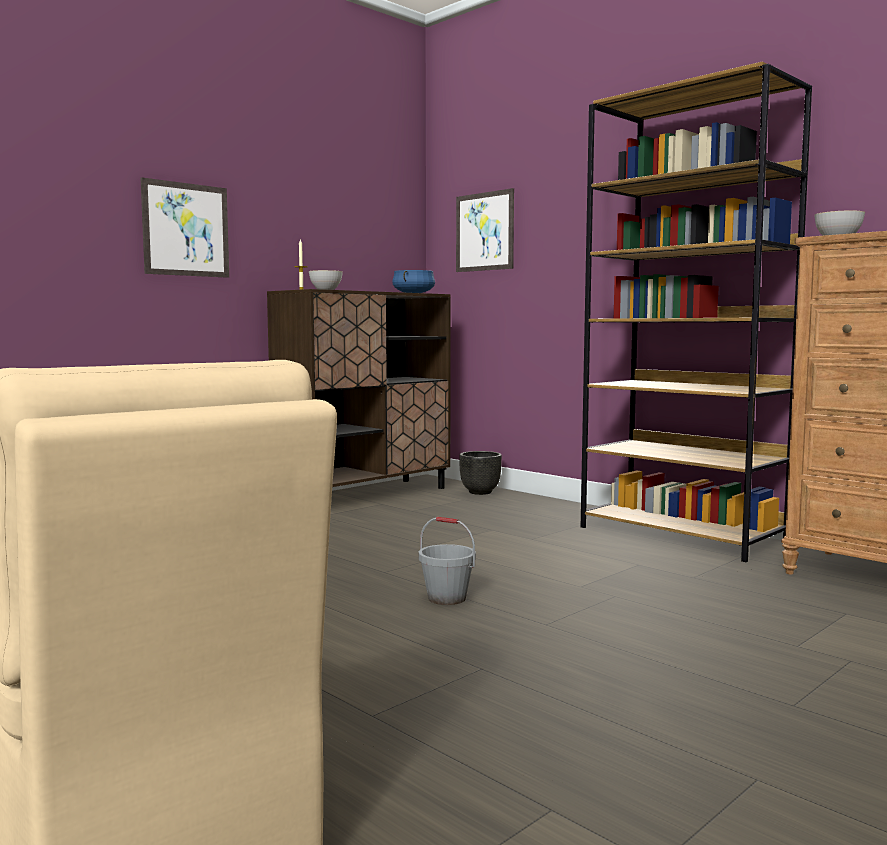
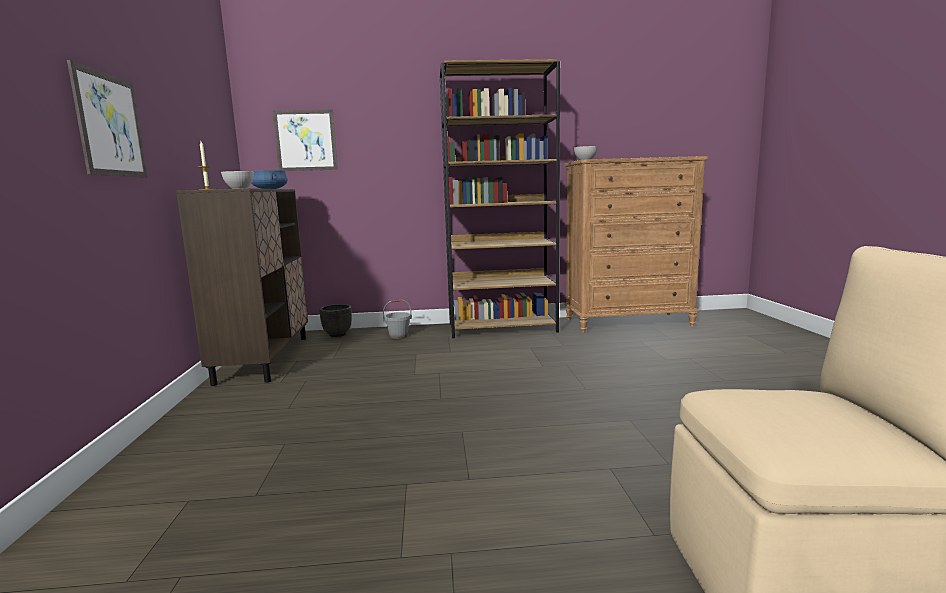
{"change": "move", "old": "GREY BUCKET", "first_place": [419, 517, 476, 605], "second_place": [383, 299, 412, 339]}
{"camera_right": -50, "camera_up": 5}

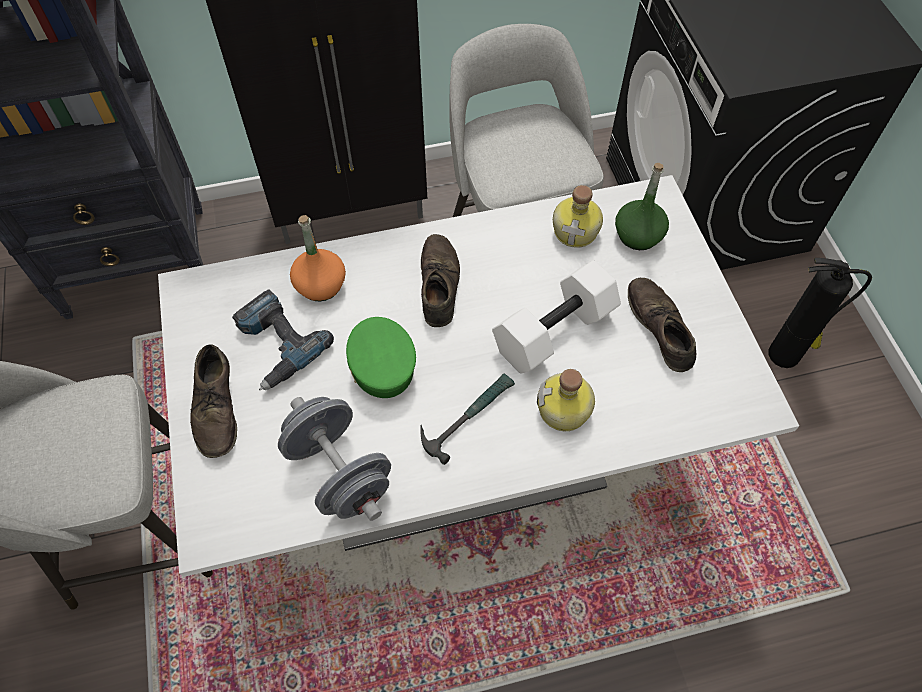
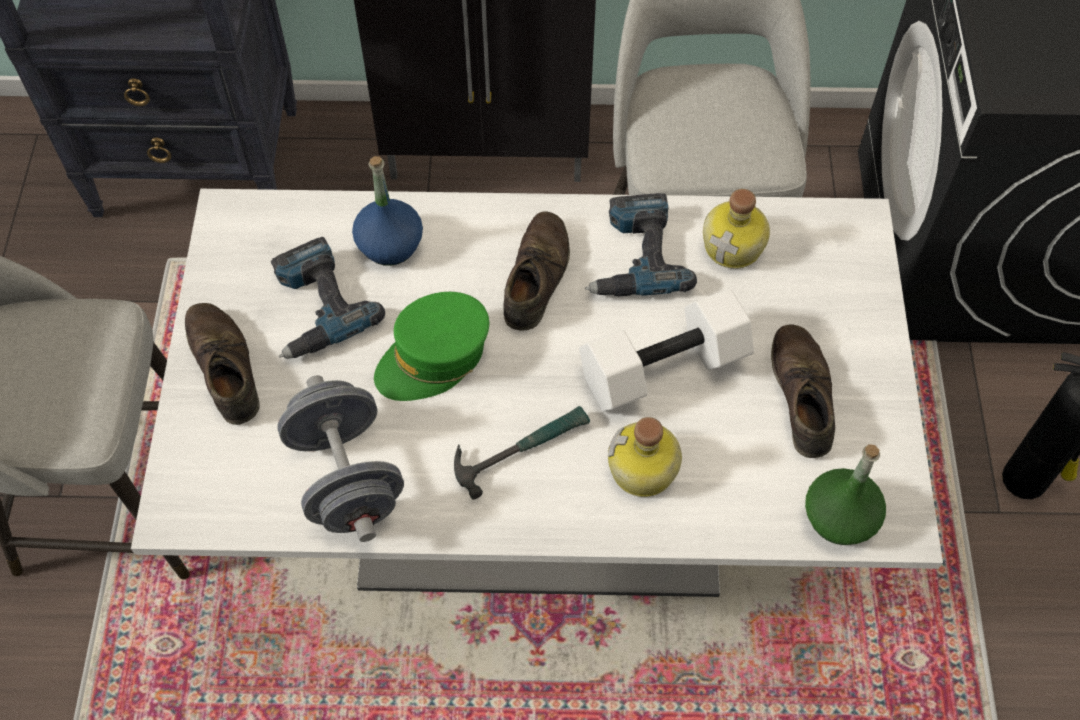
{"change": "move", "old": "GREEN BOTTLE", "first_place": [615, 163, 669, 250], "second_place": [805, 444, 886, 545]}
{"change": "recolor", "old": "ORANGE BOTTLE", "new": "BLUE BOTTLE", "first_place": [290, 215, 346, 301], "second_place": [352, 156, 423, 266]}
{"change": "rotate", "old": "GREEN CAP", "first_place": [346, 317, 416, 398], "second_place": [374, 292, 489, 401], "degrees": -120}
{"change": "rotate", "old": "BROWN SHOE", "first_place": [190, 344, 237, 458], "second_place": [185, 303, 259, 425], "degrees": 150}
{"change": "insert", "new": "POWER DRILL", "second_place": [585, 193, 697, 296]}
{"camera_right": 15, "camera_up": 0}

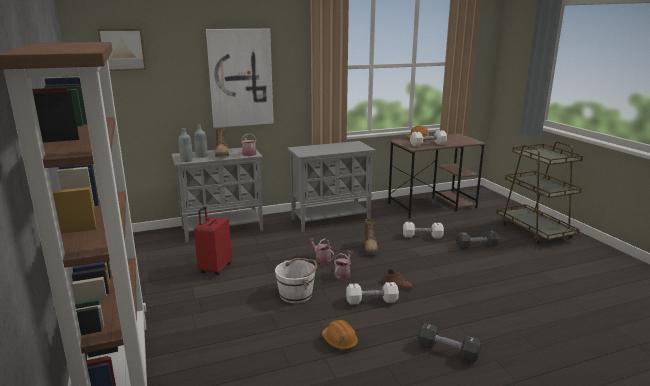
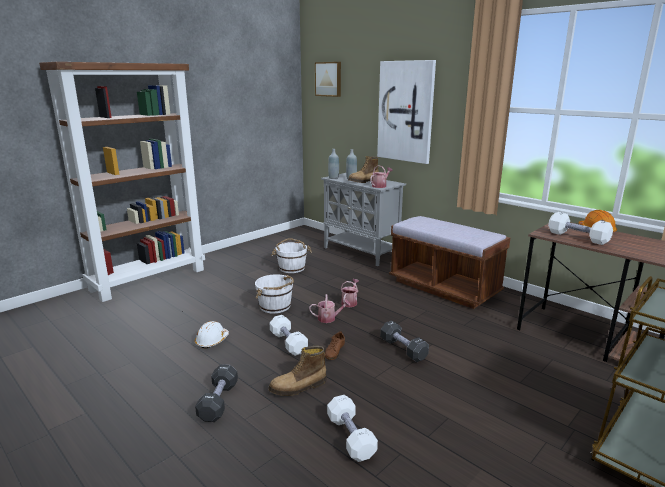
{"change": "replace", "old": "GREY CABINET", "new": "BROWN BENCH", "first_place": [287, 141, 376, 232], "second_place": [389, 216, 510, 309]}
{"change": "replace", "old": "RED SUITCASE", "new": "WHITE BUCKET", "first_place": [194, 207, 232, 275], "second_place": [271, 238, 312, 273]}
{"change": "move", "old": "BOOT", "first_place": [364, 219, 378, 255], "second_place": [268, 346, 327, 396]}
{"change": "move", "old": "WHITE DUMBBELL", "first_place": [403, 222, 444, 239], "second_place": [327, 395, 378, 462]}
{"change": "move", "old": "BLACK DUMBBELL", "first_place": [456, 230, 499, 249], "second_place": [380, 320, 429, 362]}
{"change": "recolor", "old": "ORANGE HARD HAT", "new": "WHITE HARD HAT", "first_place": [322, 320, 358, 350], "second_place": [195, 321, 229, 349]}
{"camera_right": 65, "camera_up": 0}

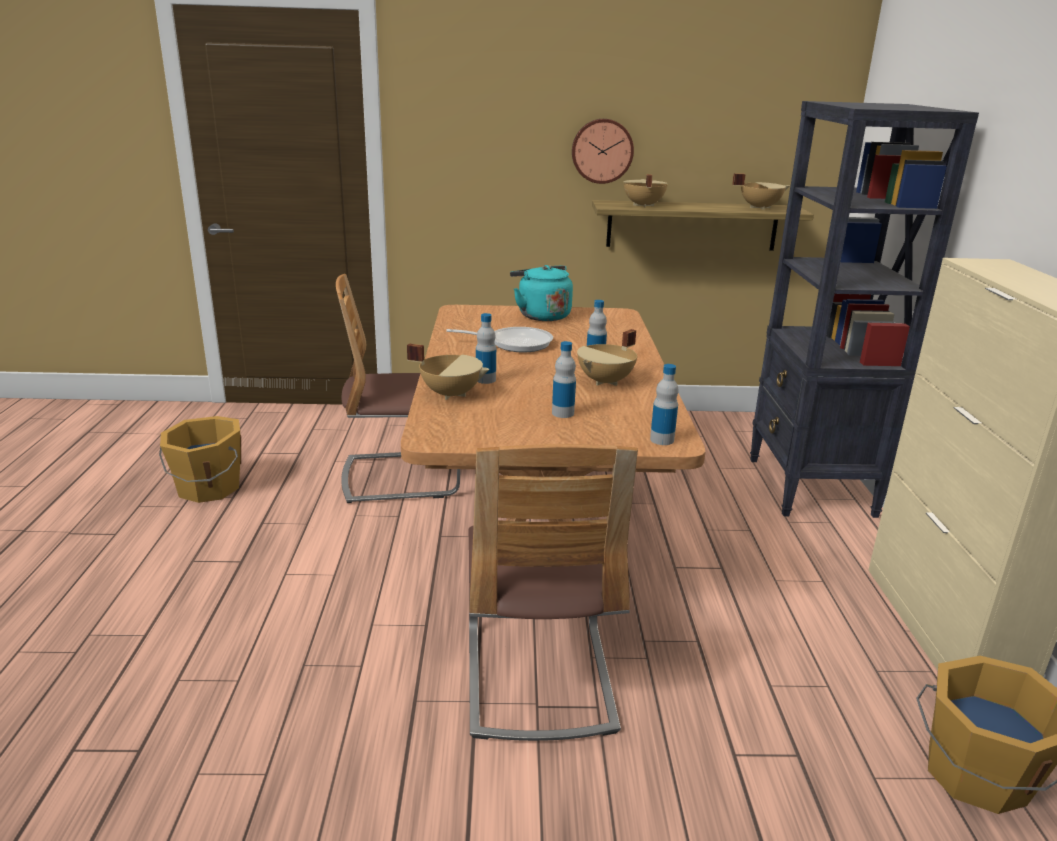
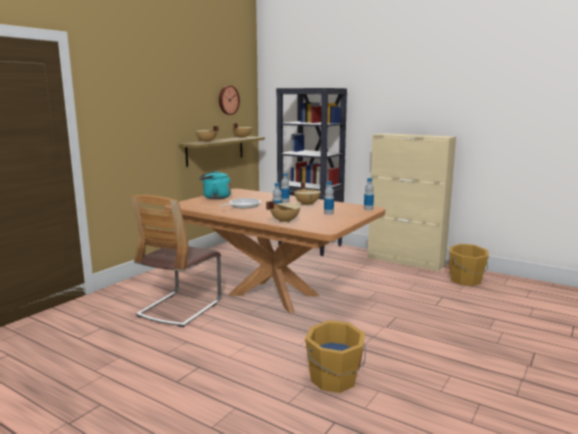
{"change": "move", "old": "WALL CLOCK", "first_place": [572, 119, 634, 184], "second_place": [219, 86, 240, 115]}
{"change": "move", "old": "ORANGE BUCKET", "first_place": [159, 416, 241, 503], "second_place": [305, 320, 366, 393]}
{"change": "delete", "old": "CHAIR", "first_place": [468, 444, 638, 741]}
{"camera_right": -55, "camera_up": -10}

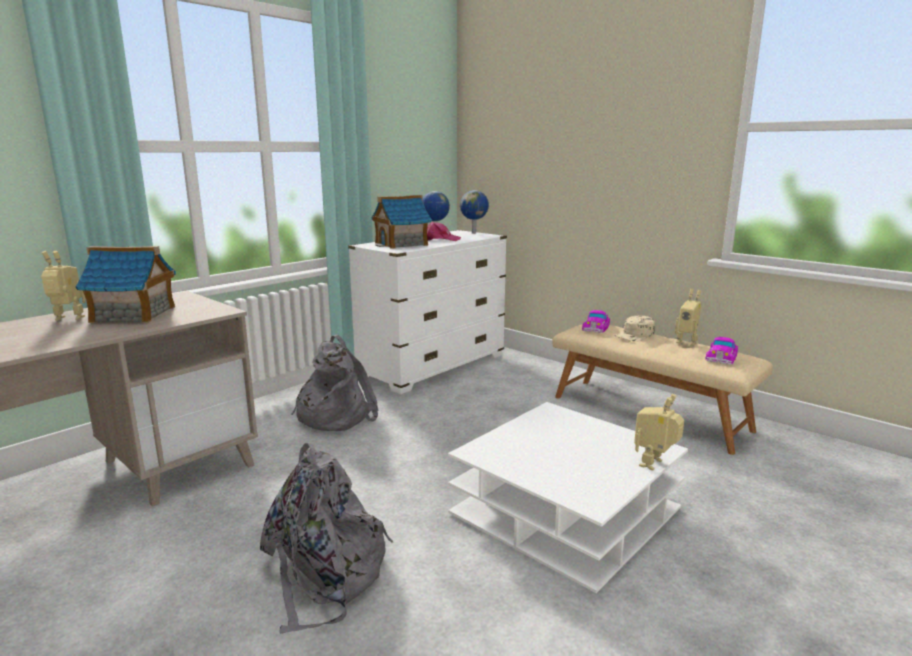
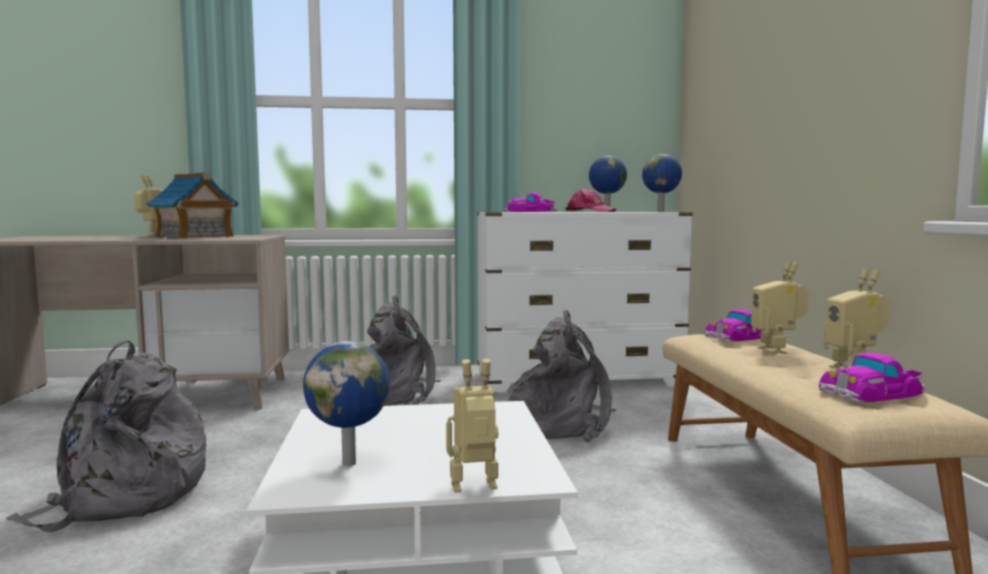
{"change": "replace", "old": "TOY HOUSE", "new": "TOY CAR", "first_place": [371, 195, 432, 249], "second_place": [505, 192, 558, 212]}
{"change": "replace", "old": "BEIGE CAP", "new": "TOY ROBOT", "first_place": [614, 316, 655, 342], "second_place": [751, 261, 809, 354]}
{"change": "insert", "new": "GREY BACKPACK", "second_place": [508, 310, 616, 442]}
{"change": "insert", "new": "GLOBE", "second_place": [303, 341, 390, 466]}
{"camera_right": 40, "camera_up": -10}

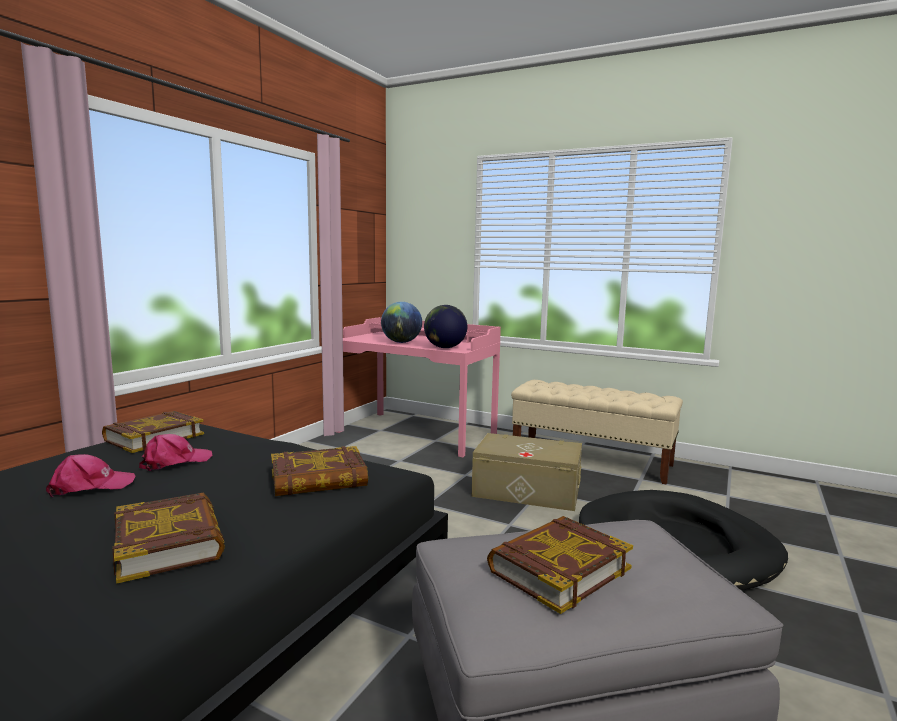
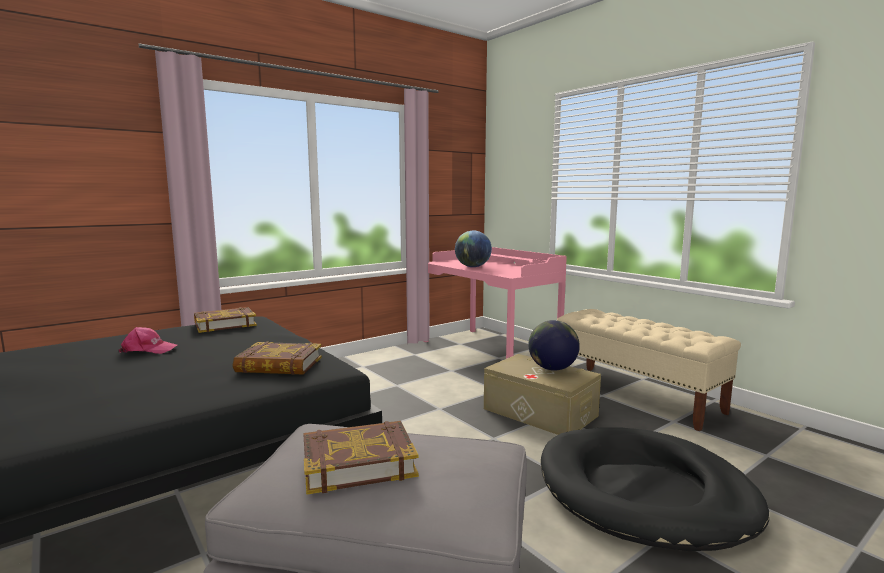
{"change": "move", "old": "GLOBE", "first_place": [424, 305, 467, 348], "second_place": [528, 320, 580, 371]}
{"change": "delete", "old": "PINK CAP", "first_place": [139, 434, 212, 471]}
{"change": "delete", "old": "BOOK", "first_place": [113, 492, 225, 584]}
{"camera_right": 25, "camera_up": 0}

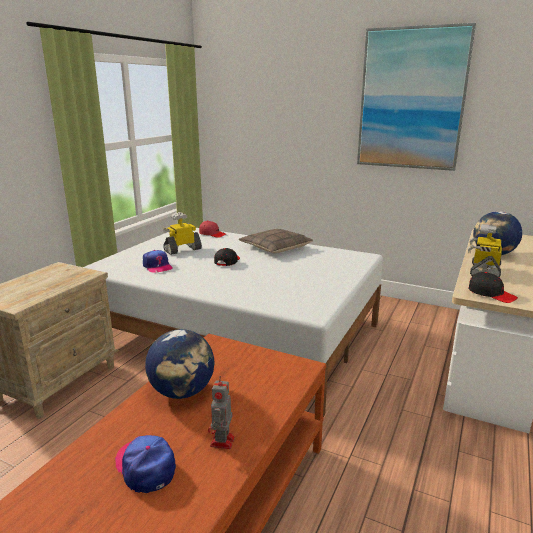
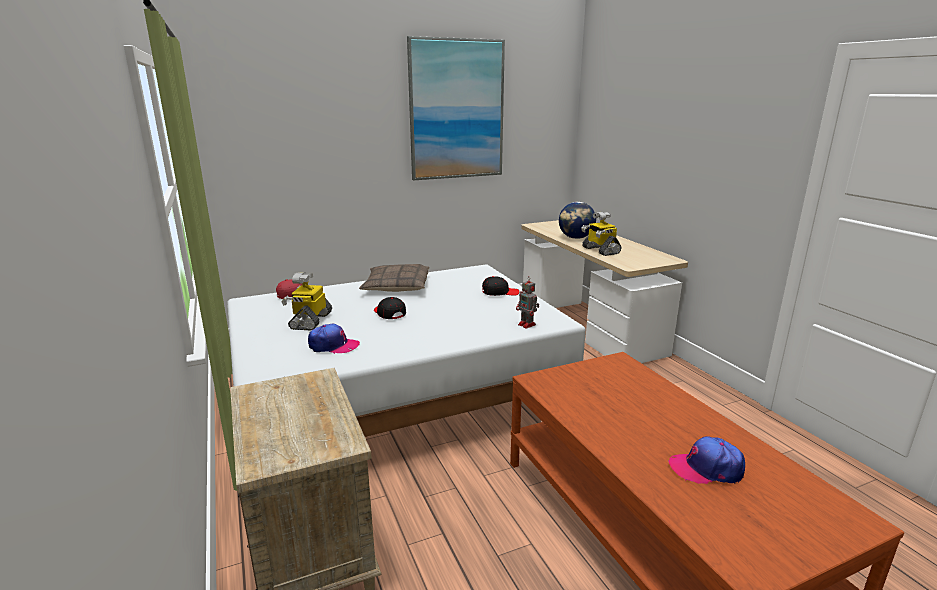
{"change": "move", "old": "BLACK CAP", "first_place": [468, 272, 518, 303], "second_place": [482, 276, 519, 296]}
{"change": "delete", "old": "GLOBE", "first_place": [145, 329, 214, 399]}
{"change": "move", "old": "TOY ROBOT", "first_place": [208, 376, 235, 449], "second_place": [516, 280, 539, 329]}
{"camera_right": -50, "camera_up": 0}

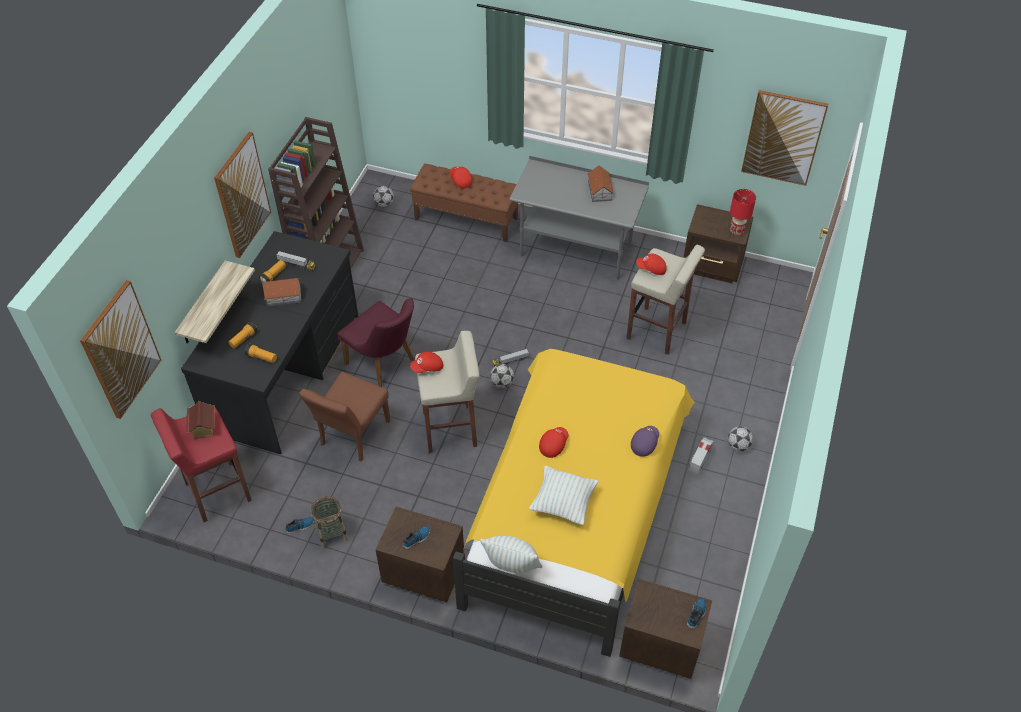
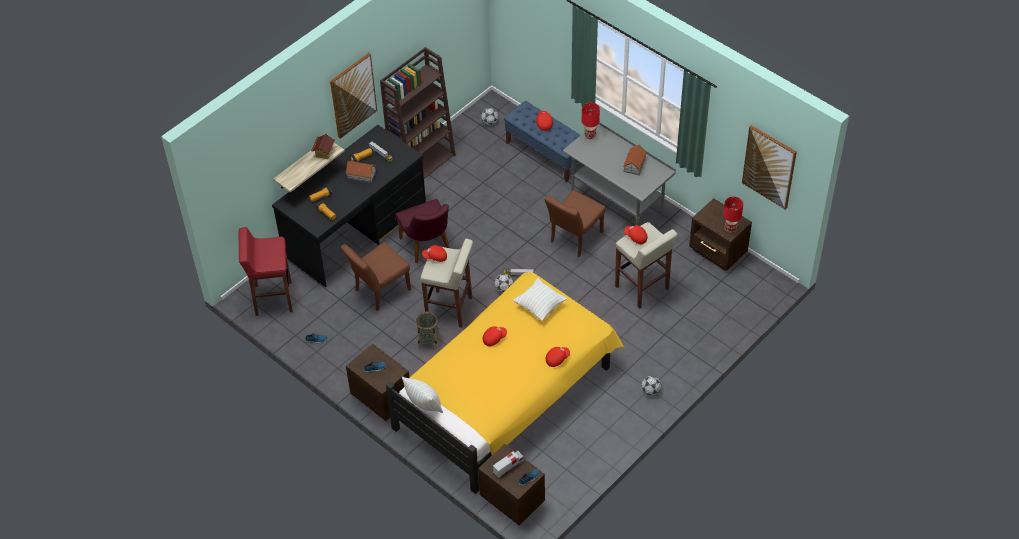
{"change": "recolor", "old": "BROWN BENCH", "new": "BLUE BENCH", "first_place": [410, 164, 518, 242], "second_place": [504, 101, 584, 182]}
{"change": "delete", "old": "PICTURE", "first_place": [80, 280, 161, 419]}
{"change": "move", "old": "TOY HOUSE", "first_place": [186, 401, 214, 438], "second_place": [311, 134, 335, 159]}
{"change": "recolor", "old": "PURPLE CAP", "new": "RED CAP", "first_place": [631, 426, 659, 457], "second_place": [546, 347, 570, 367]}
{"change": "move", "old": "TOY TRUCK", "first_place": [689, 437, 713, 475], "second_place": [493, 451, 524, 478]}
{"change": "move", "old": "PILLOW", "first_place": [529, 466, 598, 525], "second_place": [513, 278, 567, 321]}
{"change": "move", "old": "BASKET", "first_place": [311, 496, 348, 549], "second_place": [416, 312, 439, 349]}
{"change": "insert", "new": "RED TABLE LAMP", "second_place": [582, 103, 600, 139]}
{"change": "insert", "new": "BROWN CHAIR", "second_place": [545, 190, 605, 257]}
{"camera_right": 25, "camera_up": 0}

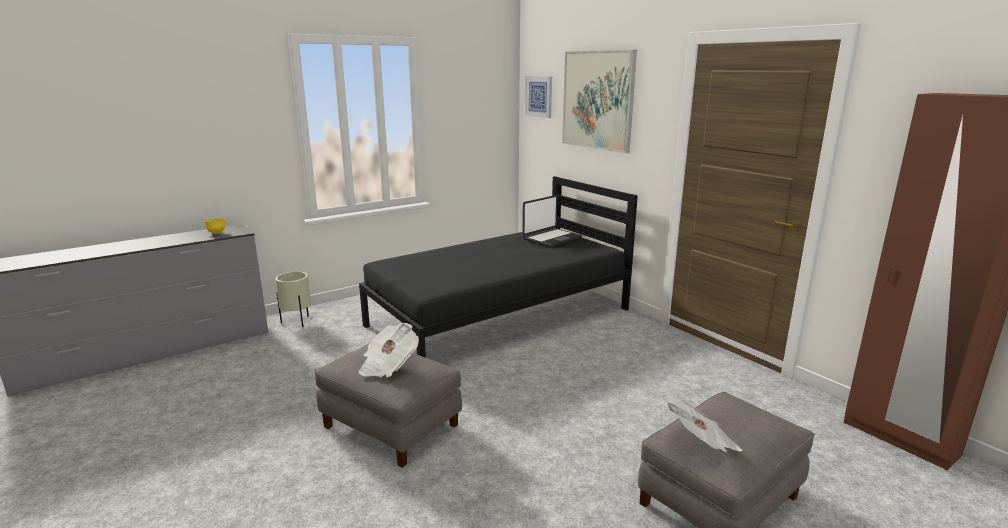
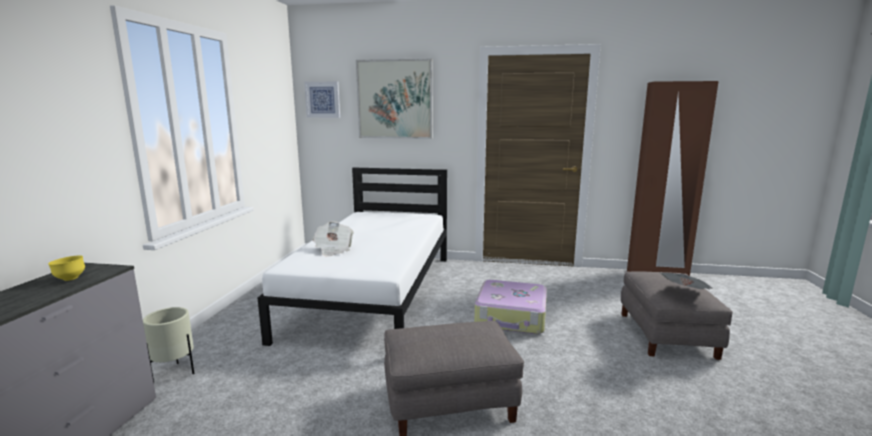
{"change": "recolor", "old": "BLACK BED", "new": "WHITE BED", "first_place": [359, 176, 638, 358], "second_place": [258, 167, 447, 346]}
{"change": "delete", "old": "LAPTOP", "first_place": [522, 195, 582, 247]}
{"change": "move", "old": "NEWSPAPER", "first_place": [359, 323, 419, 377], "second_place": [313, 222, 354, 257]}
{"change": "insert", "new": "SUITCASE", "second_place": [474, 280, 547, 334]}
{"camera_right": -45, "camera_up": -5}

